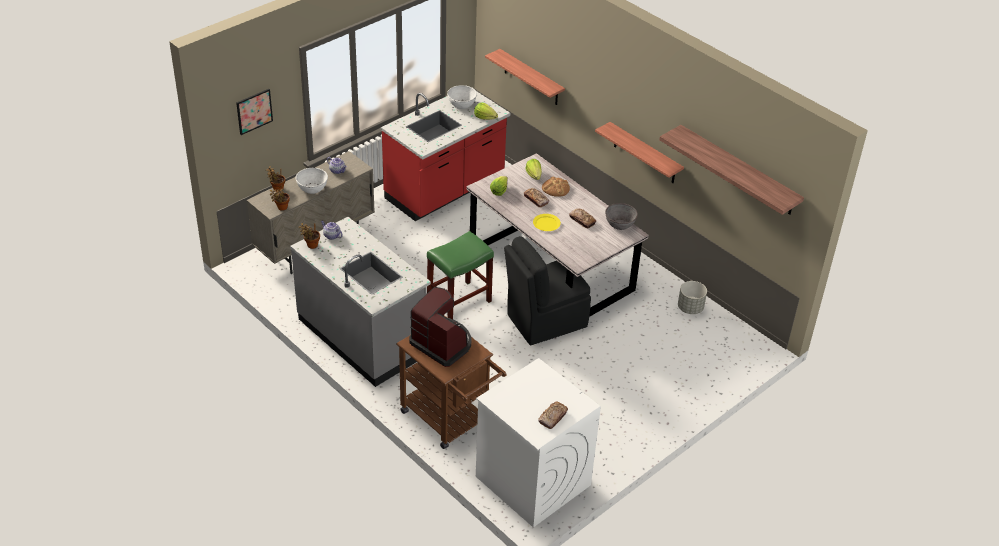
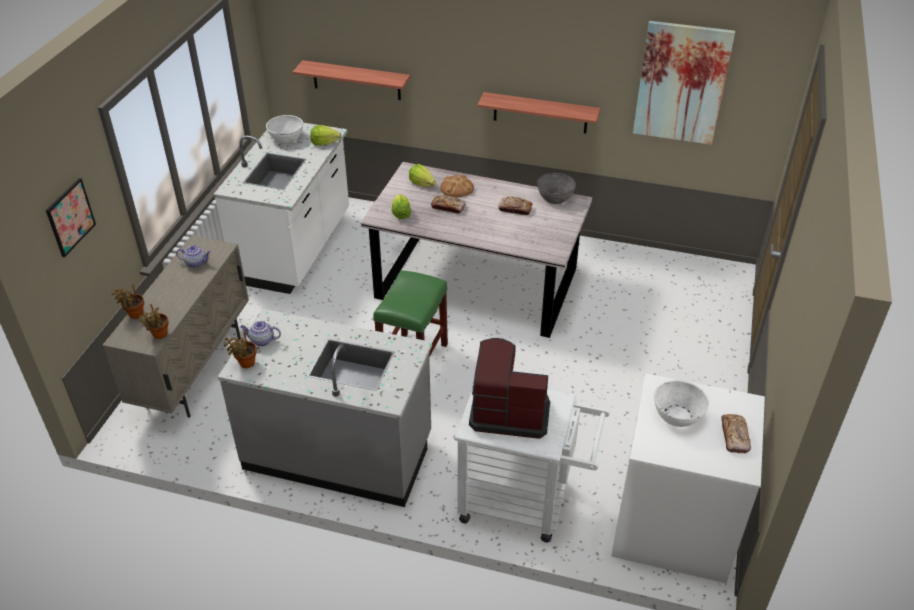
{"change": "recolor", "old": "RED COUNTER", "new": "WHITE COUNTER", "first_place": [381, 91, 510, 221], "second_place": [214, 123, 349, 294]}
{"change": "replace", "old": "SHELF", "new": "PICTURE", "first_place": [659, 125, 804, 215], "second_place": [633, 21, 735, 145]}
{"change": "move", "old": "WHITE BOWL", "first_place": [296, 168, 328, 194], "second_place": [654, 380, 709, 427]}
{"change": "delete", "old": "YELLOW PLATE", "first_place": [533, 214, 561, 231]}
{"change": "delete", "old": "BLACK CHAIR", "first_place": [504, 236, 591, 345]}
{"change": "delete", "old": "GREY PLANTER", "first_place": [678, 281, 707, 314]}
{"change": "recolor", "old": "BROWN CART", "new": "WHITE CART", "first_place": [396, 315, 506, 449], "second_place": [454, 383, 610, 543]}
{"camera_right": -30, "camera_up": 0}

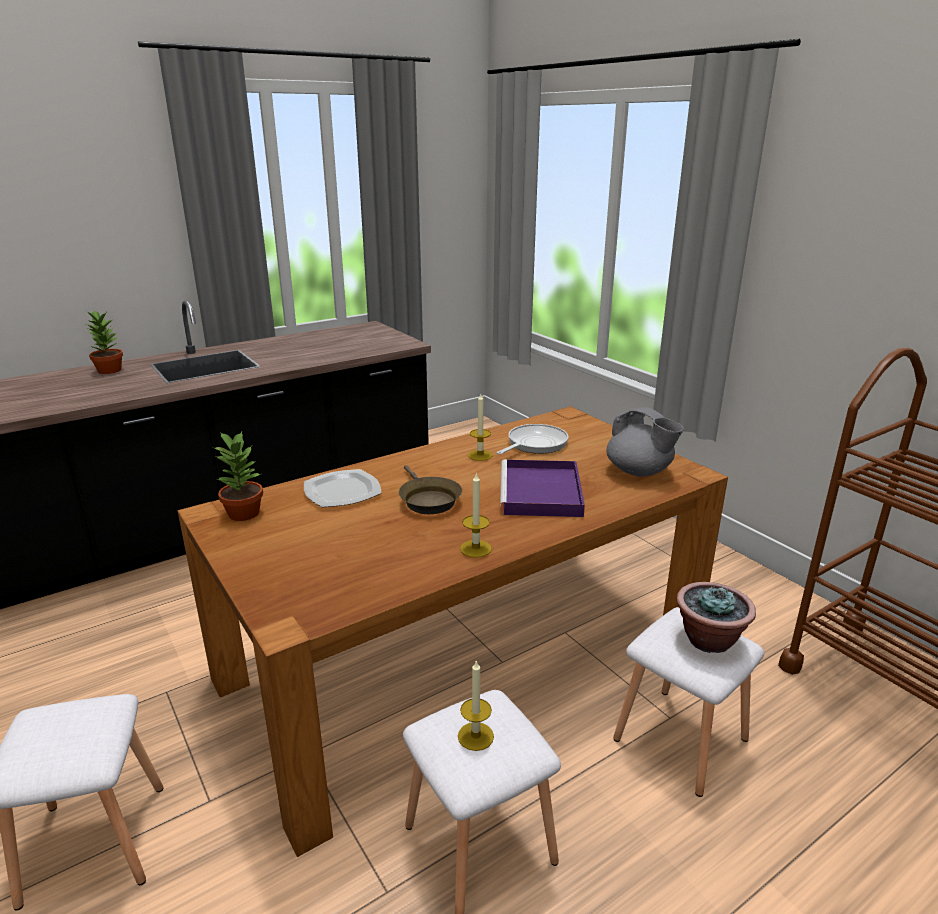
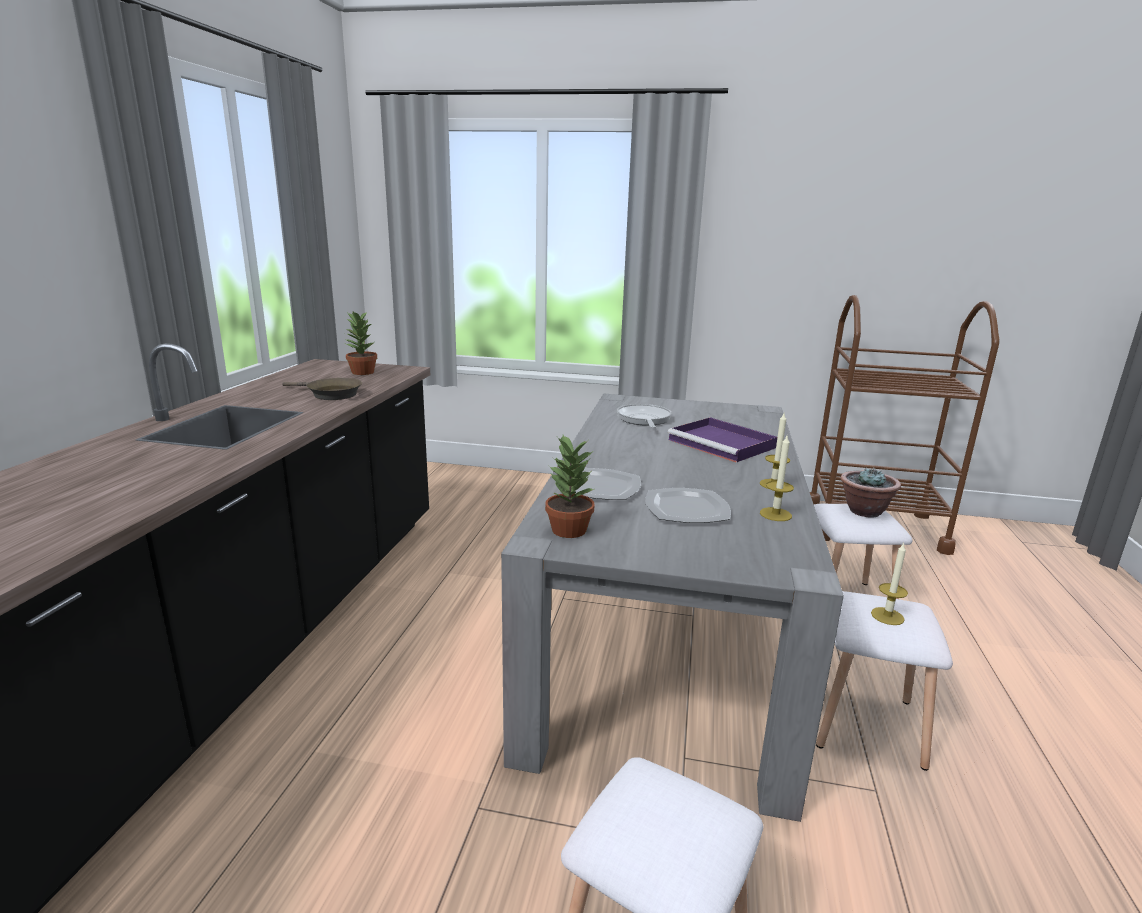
{"change": "move", "old": "POTTED PLANT", "first_place": [87, 310, 123, 374], "second_place": [345, 311, 377, 375]}
{"change": "move", "old": "CANDLE", "first_place": [468, 394, 493, 461], "second_place": [760, 436, 794, 521]}
{"change": "recolor", "old": "BROWN DINING TABLE", "new": "GREY DINING TABLE", "first_place": [178, 406, 728, 857], "second_place": [501, 394, 844, 822]}
{"change": "delete", "old": "GREY TEAPOT", "first_place": [606, 407, 684, 477]}
{"change": "move", "old": "BROWN FRYING PAN", "first_place": [399, 465, 462, 514], "second_place": [282, 378, 362, 400]}
{"change": "insert", "new": "PLATE", "second_place": [645, 488, 731, 523]}
{"camera_right": -45, "camera_up": -5}

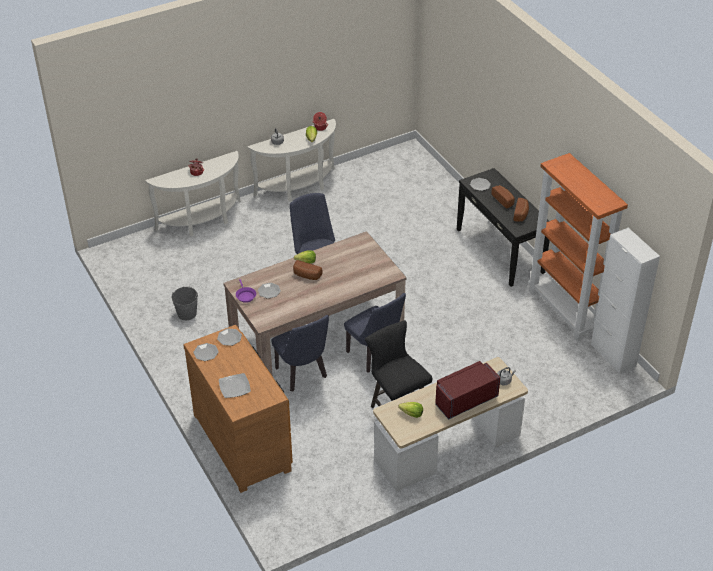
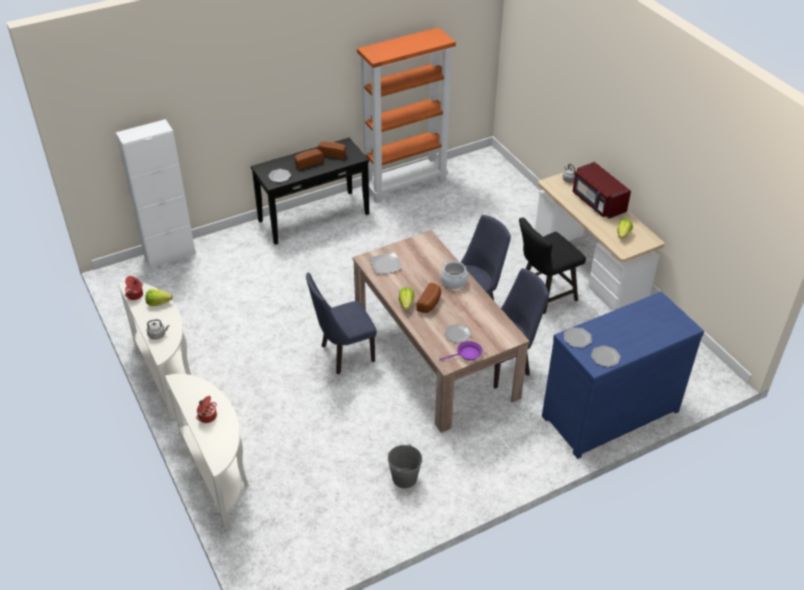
{"change": "move", "old": "WHITE CABINET", "first_place": [591, 228, 660, 374], "second_place": [116, 119, 196, 268]}
{"change": "recolor", "old": "BROWN DRESSER", "new": "BLUE DRESSER", "first_place": [183, 325, 293, 493], "second_place": [542, 291, 704, 459]}
{"change": "move", "old": "PLATE", "first_place": [219, 373, 251, 398], "second_place": [370, 253, 402, 274]}
{"change": "insert", "new": "COOKING POT", "second_place": [440, 260, 468, 289]}
{"camera_right": -90, "camera_up": 0}

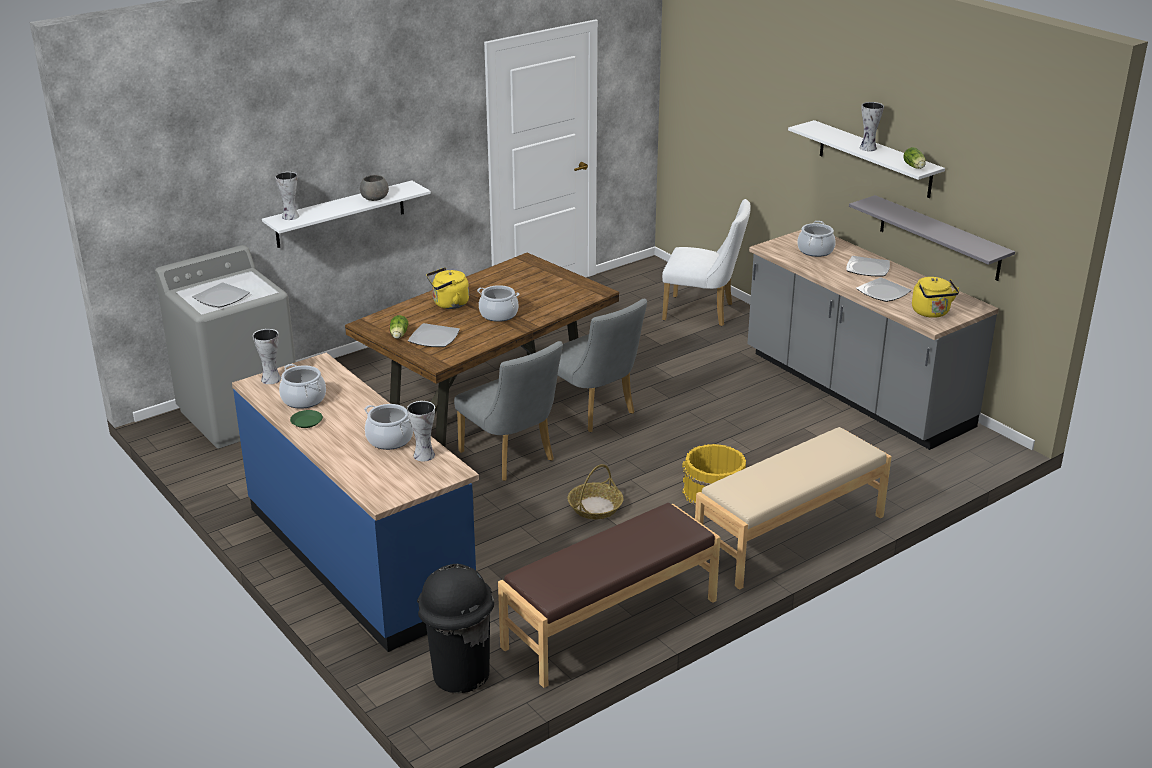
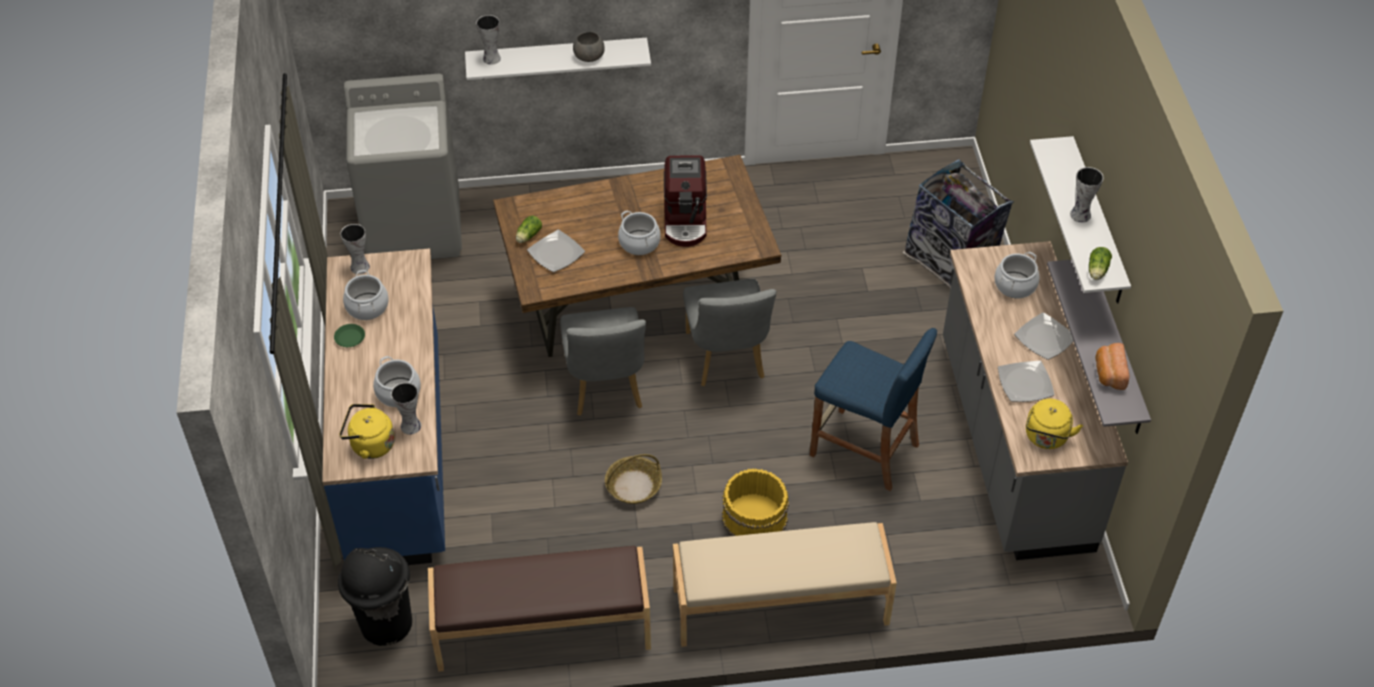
{"change": "replace", "old": "WHITE CHAIR", "new": "TRASH CAN", "first_place": [662, 199, 750, 326], "second_place": [903, 159, 1014, 289]}
{"change": "move", "old": "YELLOW KETTLE", "first_place": [426, 267, 469, 309], "second_place": [339, 404, 395, 459]}
{"change": "delete", "old": "PLATE", "first_place": [193, 283, 250, 308]}
{"change": "insert", "new": "COFFEE MACHINE", "second_place": [664, 155, 707, 247]}
{"change": "insert", "new": "BLUE STOOL", "second_place": [810, 328, 937, 491]}
{"change": "insert", "new": "BREAD", "second_place": [1095, 343, 1129, 390]}
{"camera_right": 30, "camera_up": 20}

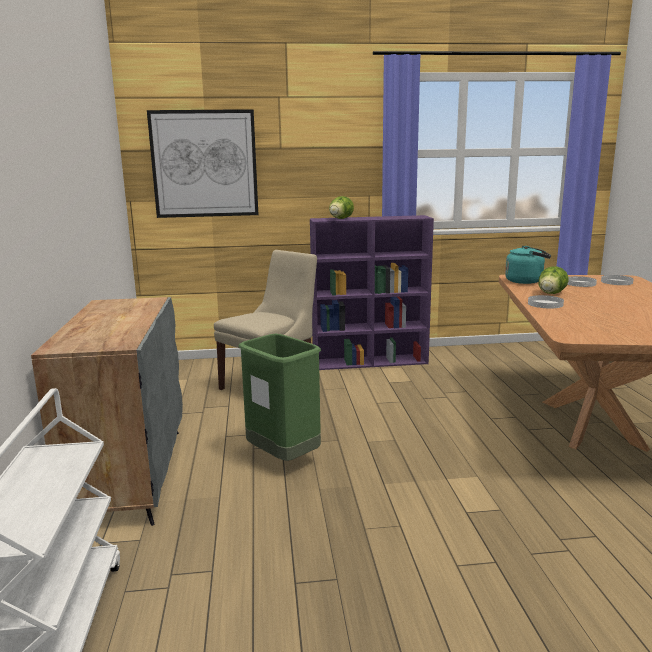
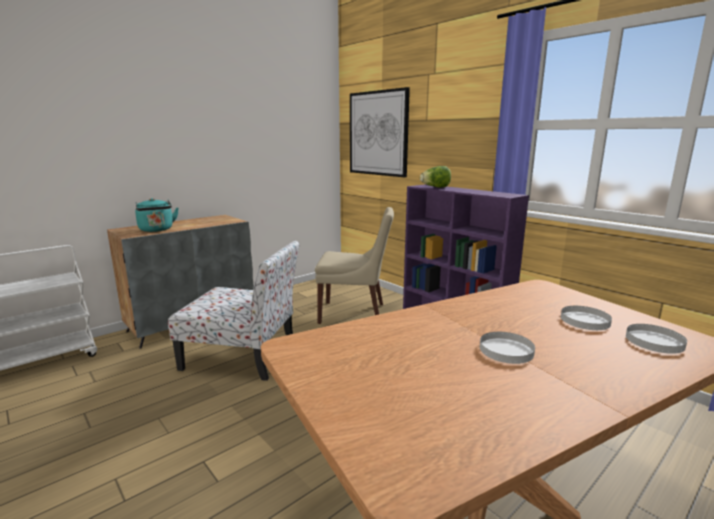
{"change": "move", "old": "TURQUOISE KETTLE", "first_place": [505, 246, 551, 284], "second_place": [135, 198, 179, 232]}
{"change": "delete", "old": "LETTUCE", "first_place": [538, 267, 569, 294]}
{"change": "move", "old": "WHITE PLATE", "first_place": [528, 295, 564, 308], "second_place": [480, 332, 535, 364]}
{"change": "replace", "old": "GREEN TRASH CAN", "new": "CHAIR", "first_place": [238, 334, 321, 461], "second_place": [168, 241, 299, 381]}
{"camera_right": 55, "camera_up": 0}

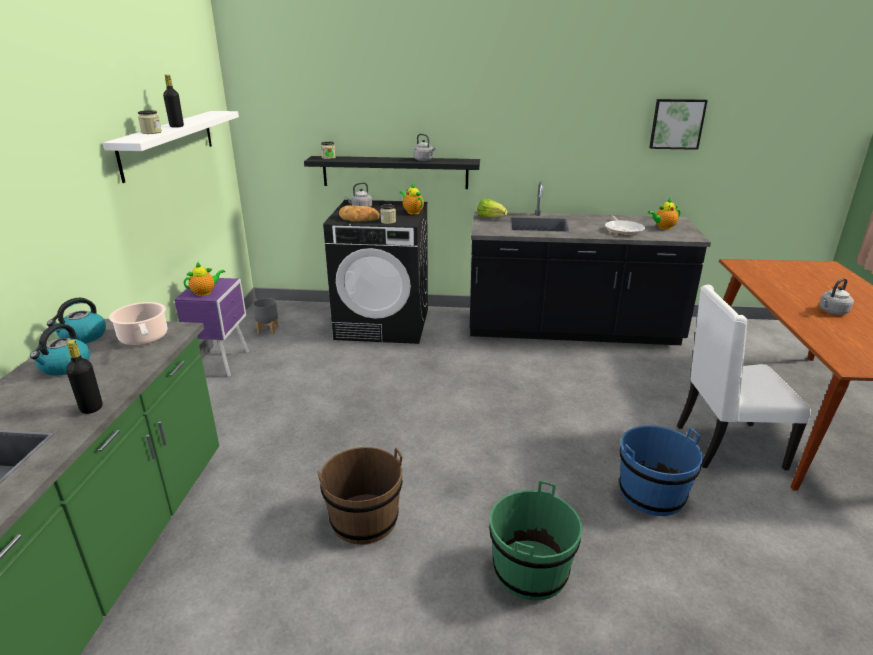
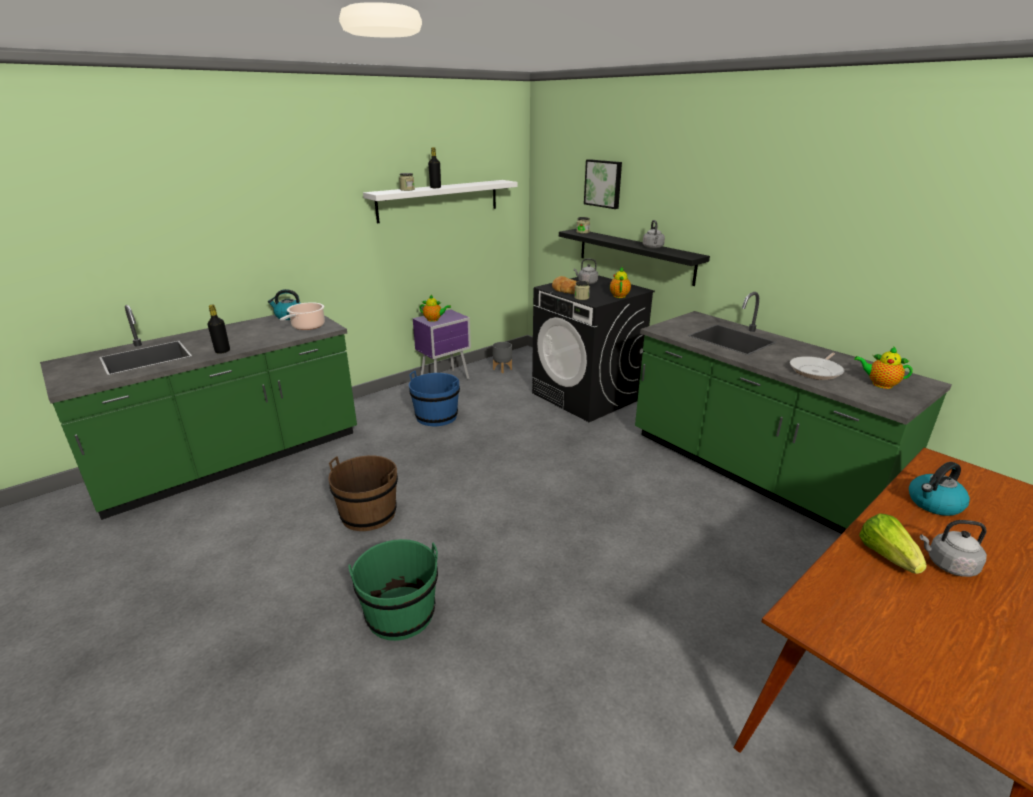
{"change": "move", "old": "PICTURE", "first_place": [649, 99, 708, 150], "second_place": [584, 159, 622, 209]}
{"change": "recolor", "old": "BLACK COUNTER", "new": "GREEN COUNTER", "first_place": [470, 181, 711, 345], "second_place": [635, 292, 952, 534]}
{"change": "move", "old": "LETTUCE", "first_place": [477, 199, 508, 217], "second_place": [859, 513, 927, 574]}
{"change": "delete", "old": "WHITE CHAIR", "first_place": [677, 285, 811, 470]}
{"change": "move", "old": "KETTLE", "first_place": [30, 324, 90, 376], "second_place": [909, 462, 970, 516]}
{"change": "move", "old": "BLUE BUCKET", "first_place": [620, 425, 703, 516], "second_place": [409, 371, 460, 426]}
{"camera_right": 45, "camera_up": 0}

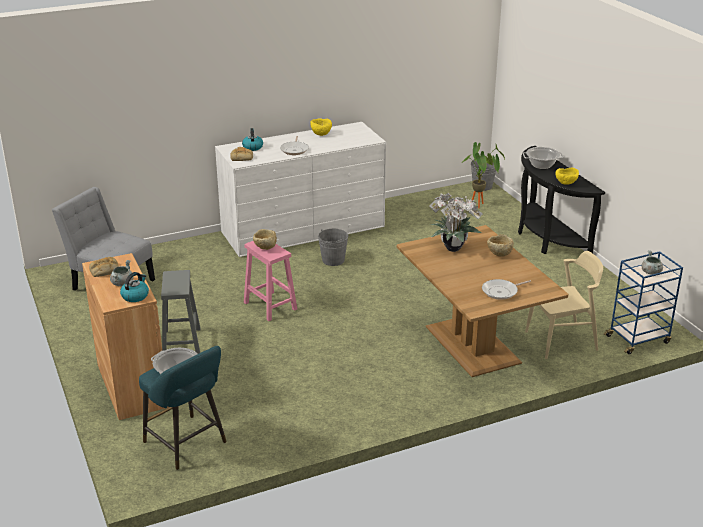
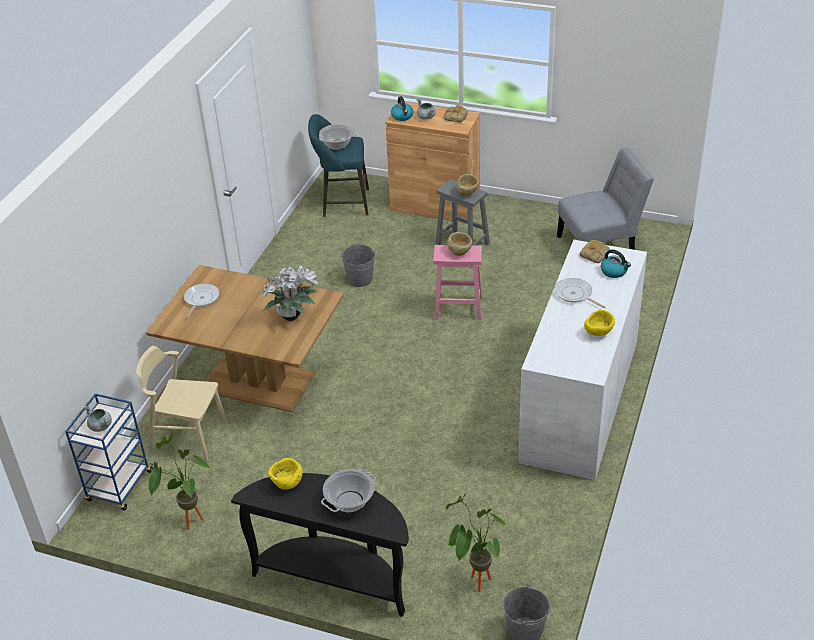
{"change": "move", "old": "GREY BUCKET", "first_place": [318, 229, 348, 266], "second_place": [341, 244, 375, 287]}
{"change": "move", "old": "BEIGE BOWL", "first_place": [487, 234, 514, 257], "second_place": [457, 174, 479, 196]}
{"change": "rotate", "old": "BEIGE CHAIR", "first_place": [525, 251, 603, 359], "second_place": [136, 346, 227, 462], "degrees": 75}
{"change": "insert", "new": "POTTED PLANT", "second_place": [149, 434, 210, 530]}
{"camera_right": 135, "camera_up": 10}

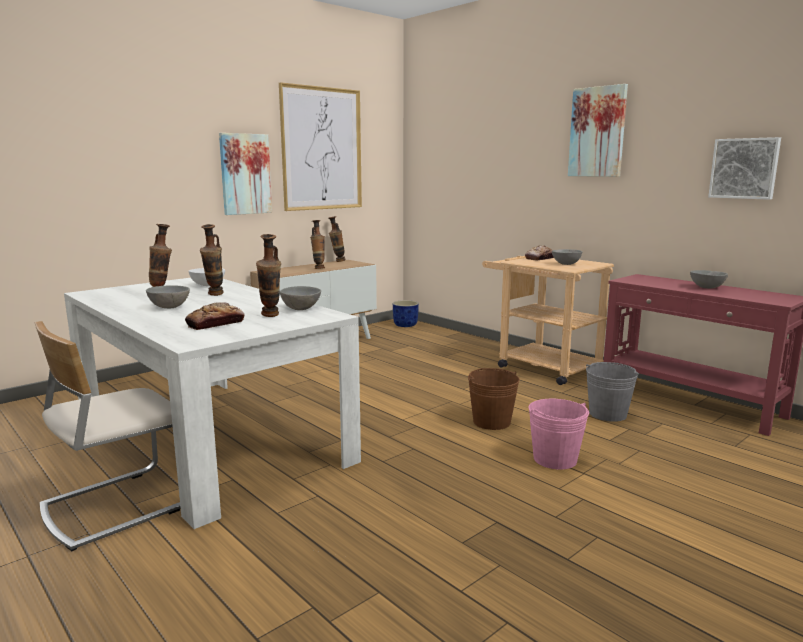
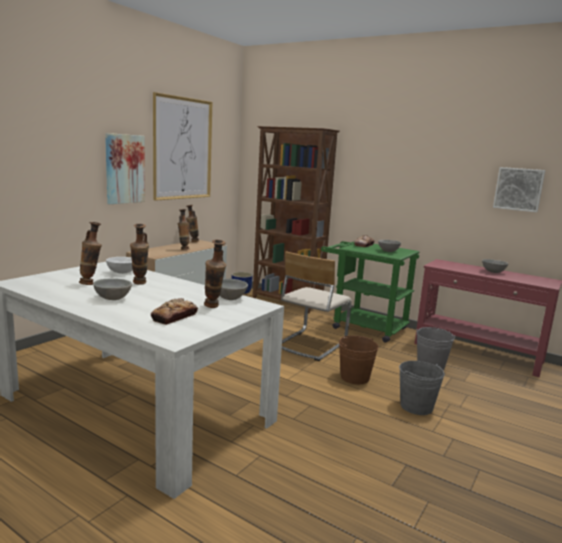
{"change": "delete", "old": "PICTURE", "first_place": [568, 84, 628, 177]}
{"change": "recolor", "old": "BEIGE CART", "new": "GREEN CART", "first_place": [482, 256, 614, 385], "second_place": [321, 241, 419, 343]}
{"change": "move", "old": "BEIGE CHAIR", "first_place": [35, 321, 180, 551], "second_place": [281, 252, 352, 361]}
{"change": "recolor", "old": "PINK BUCKET", "new": "GREY BUCKET", "first_place": [528, 399, 589, 470], "second_place": [399, 361, 445, 415]}
{"change": "insert", "new": "BROWN BOOKCASE", "second_place": [253, 126, 340, 314]}
{"camera_right": -15, "camera_up": 0}

